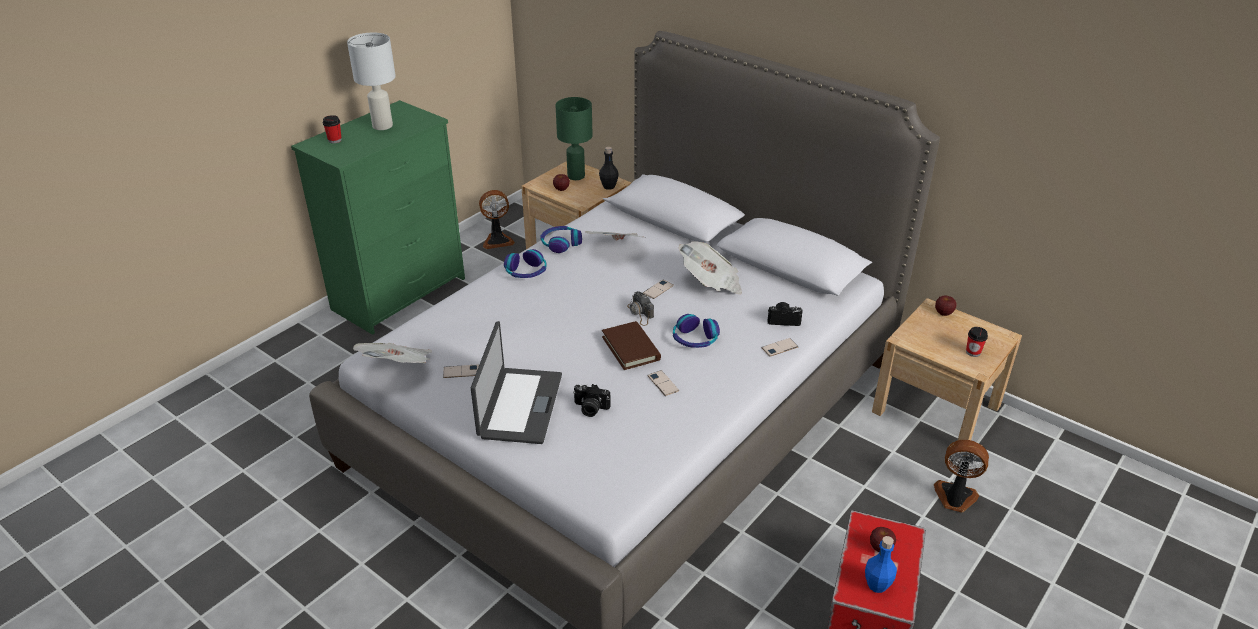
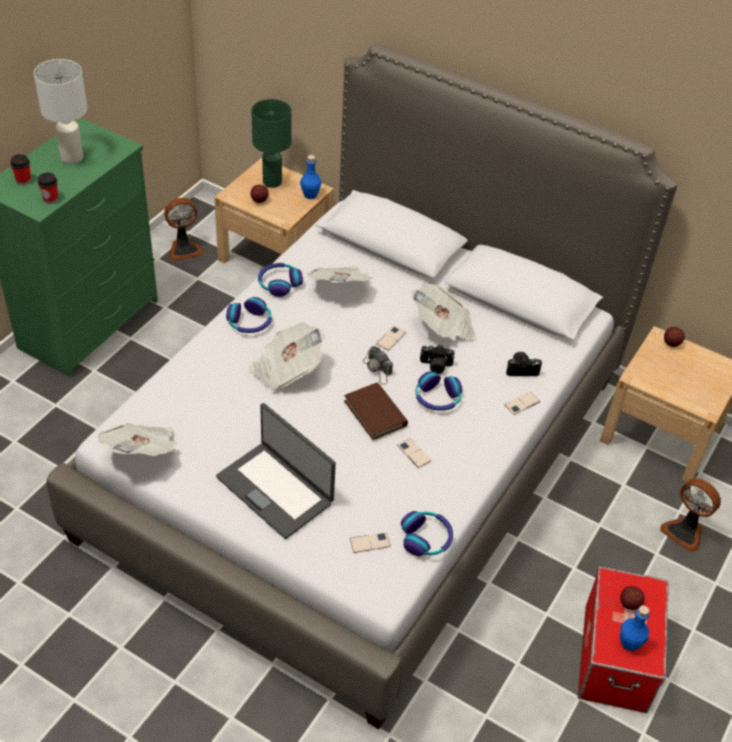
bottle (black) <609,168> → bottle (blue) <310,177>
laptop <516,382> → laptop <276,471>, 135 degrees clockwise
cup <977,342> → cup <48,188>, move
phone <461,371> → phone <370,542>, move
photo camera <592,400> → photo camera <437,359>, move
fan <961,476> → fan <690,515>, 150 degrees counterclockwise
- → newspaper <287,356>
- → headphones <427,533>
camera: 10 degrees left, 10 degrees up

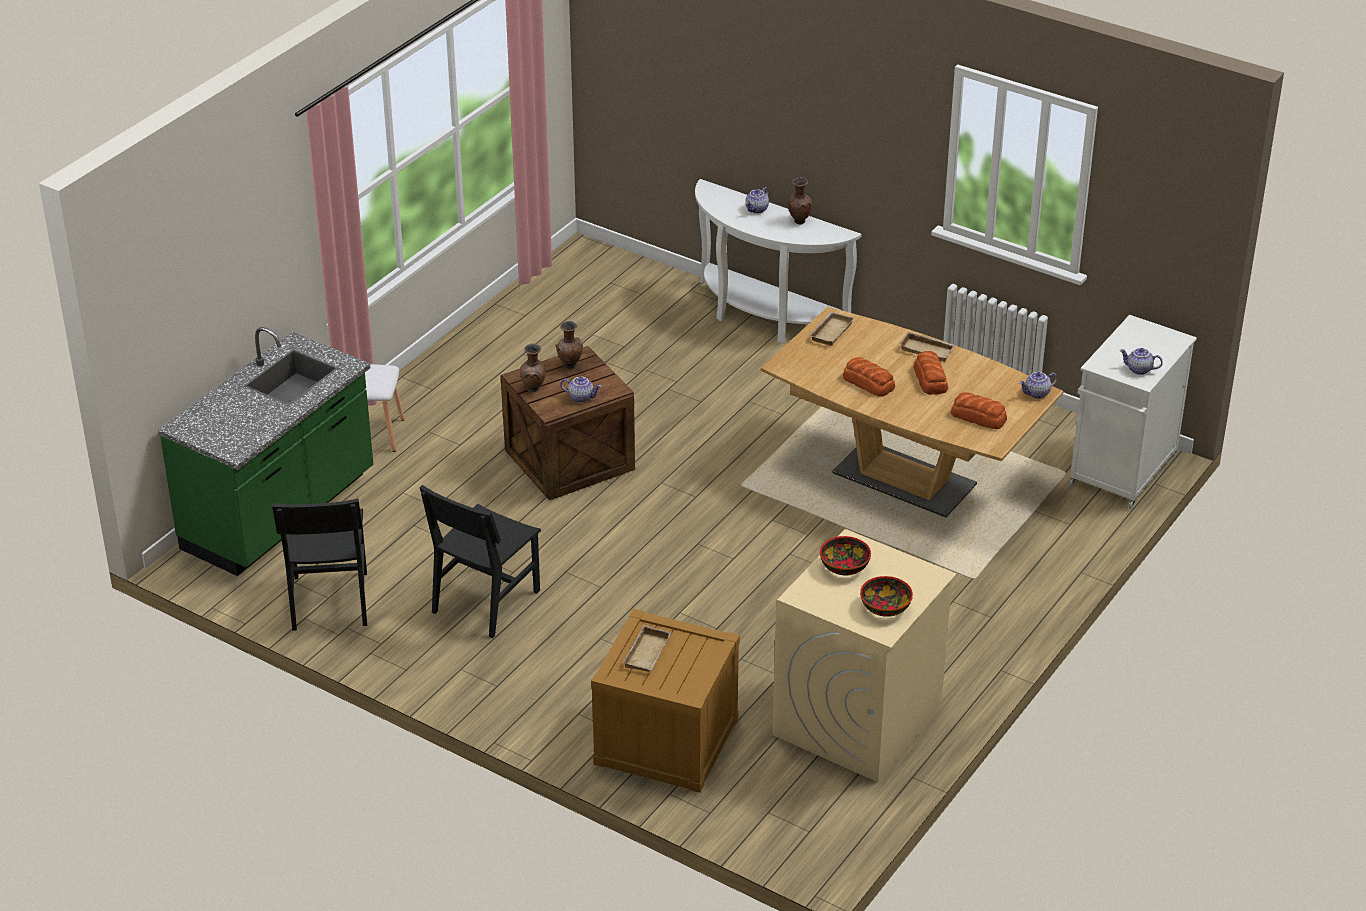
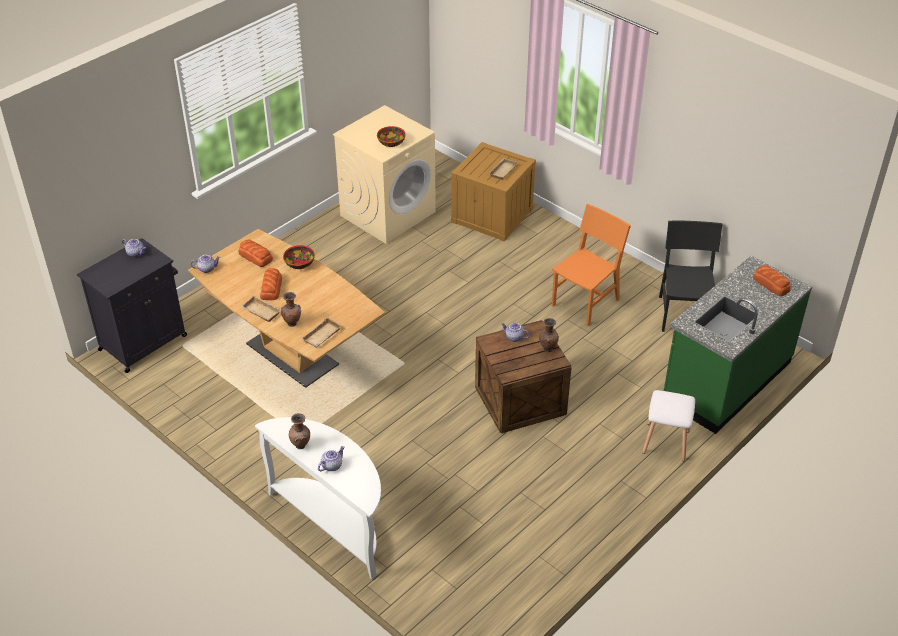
cabinet (white) <1133,412> → cabinet (black) <132,305>
vase (brown) <569,345> → vase (brown) <291,309>, move
bread <869,377> → bread <772,280>, move
chair (black) <480,561> → chair (orange) <591,265>
bowl <886,596> → bowl <299,257>, move
camera: 170 degrees left, 5 degrees up

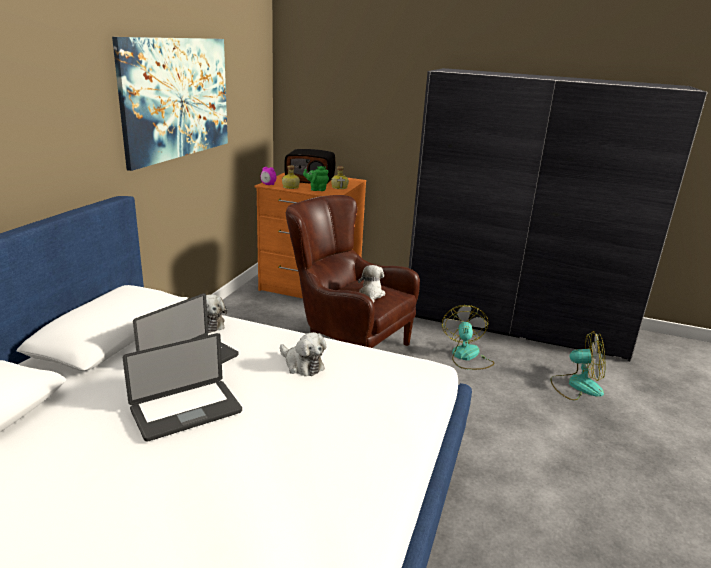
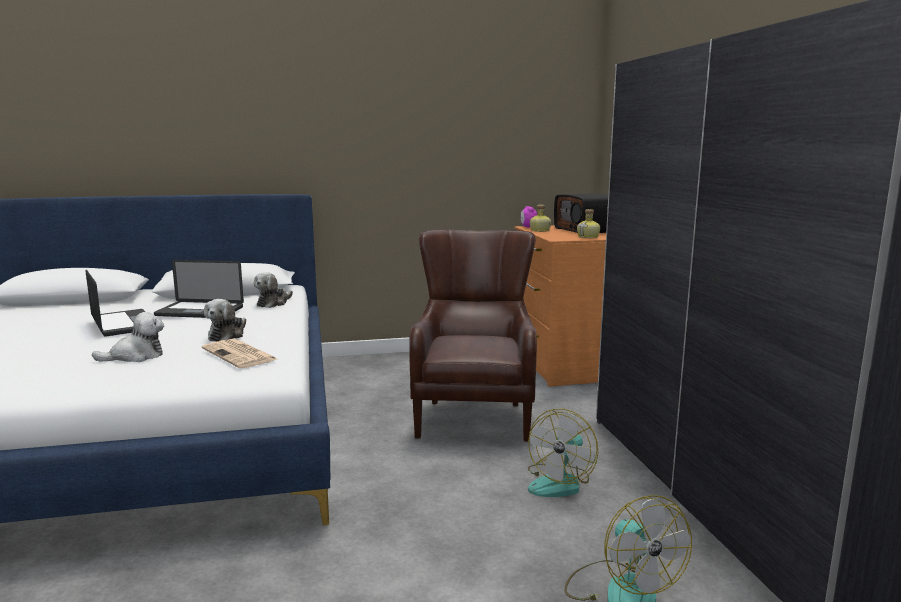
picture <170,104> → -
teapot (green) <316,178> → -
plush toy <371,284> → plush toy <128,337>, move
fan <468,337> → fan <563,453>, 150 degrees clockwise
laptop <182,387> → laptop <115,303>, 150 degrees counterclockwise
- → newspaper <240,353>
camera: 60 degrees right, 10 degrees down

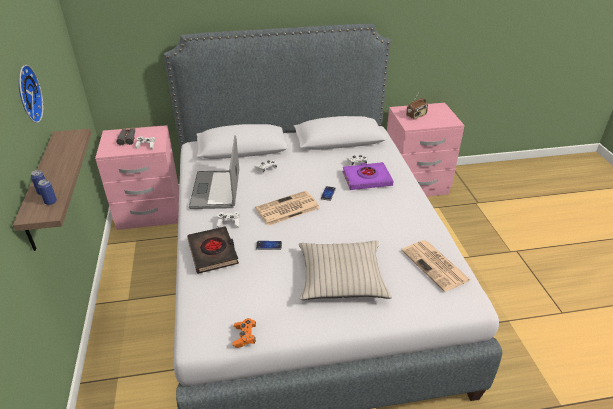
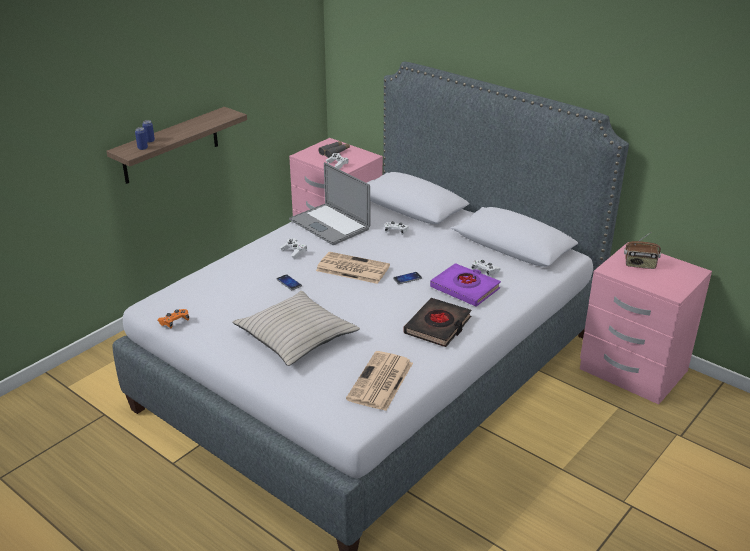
wall clock <31,94> → -
laptop <214,172> → laptop <329,203>, 90 degrees counterclockwise
book (black) <213,250> → book (black) <437,322>, move
camera: 50 degrees right, 5 degrees down

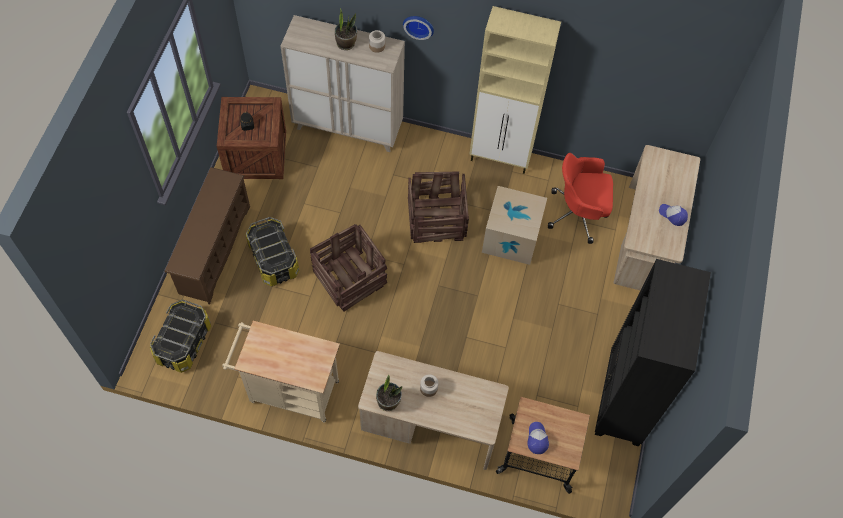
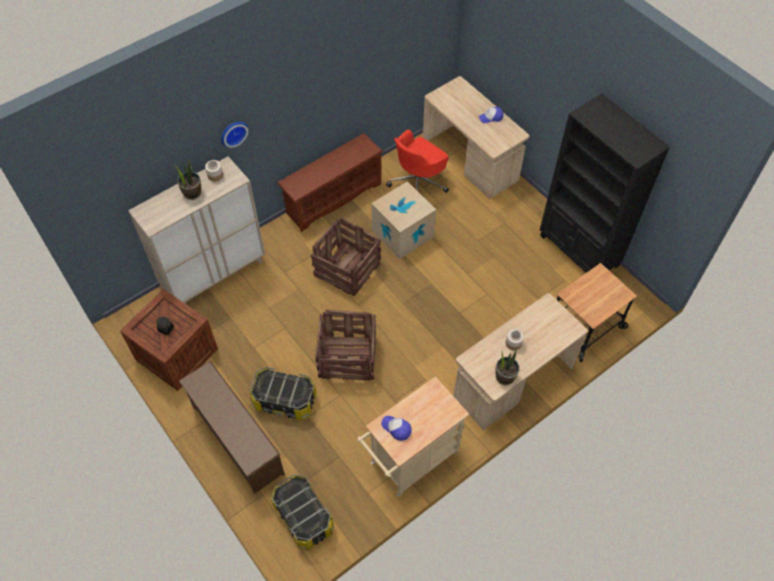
cabinet (beige) <515,90> → shoe rack (brown) <330,182>
cap <538,438> → cap <396,428>, move
camera: 50 degrees left, 5 degrees down

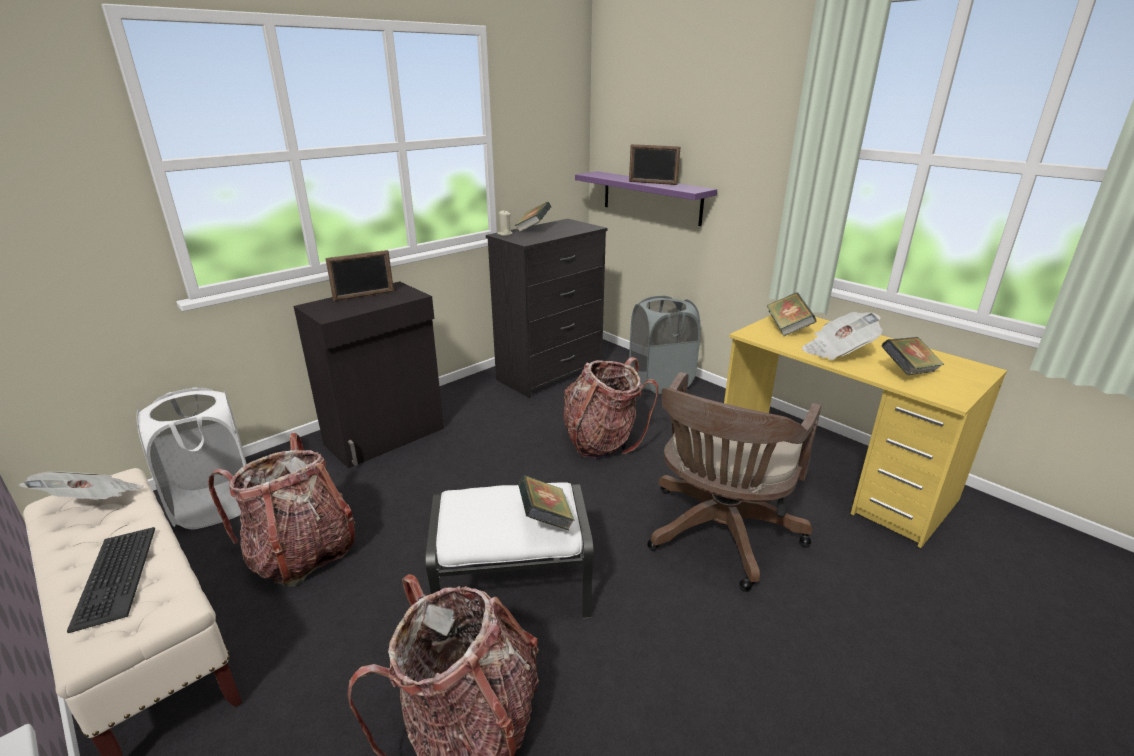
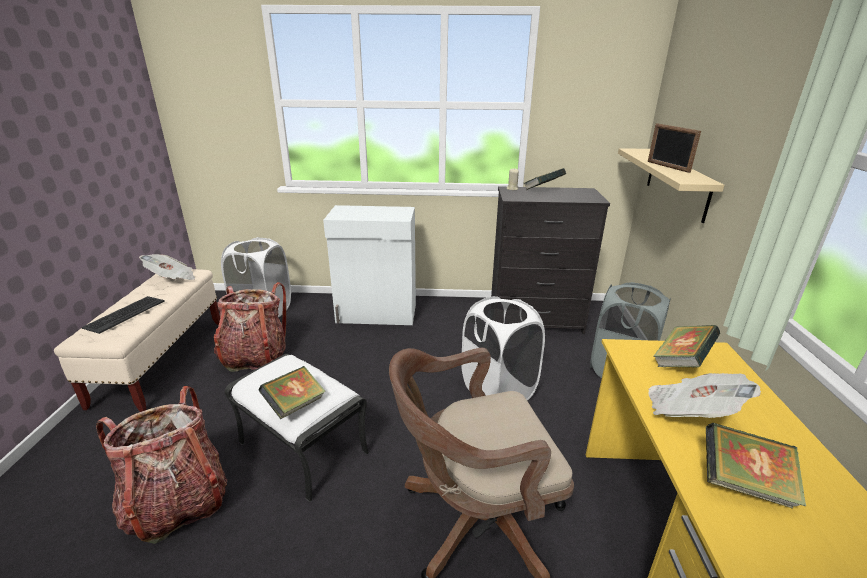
shelf (purple) <646,198> → shelf (beige) <671,185>
picture frame <359,275> → -
cabinet (black) <369,374> → cabinet (white) <369,265>
backpack <610,408> → laundry basket (white) <503,348>
camera: 45 degrees right, 0 degrees up

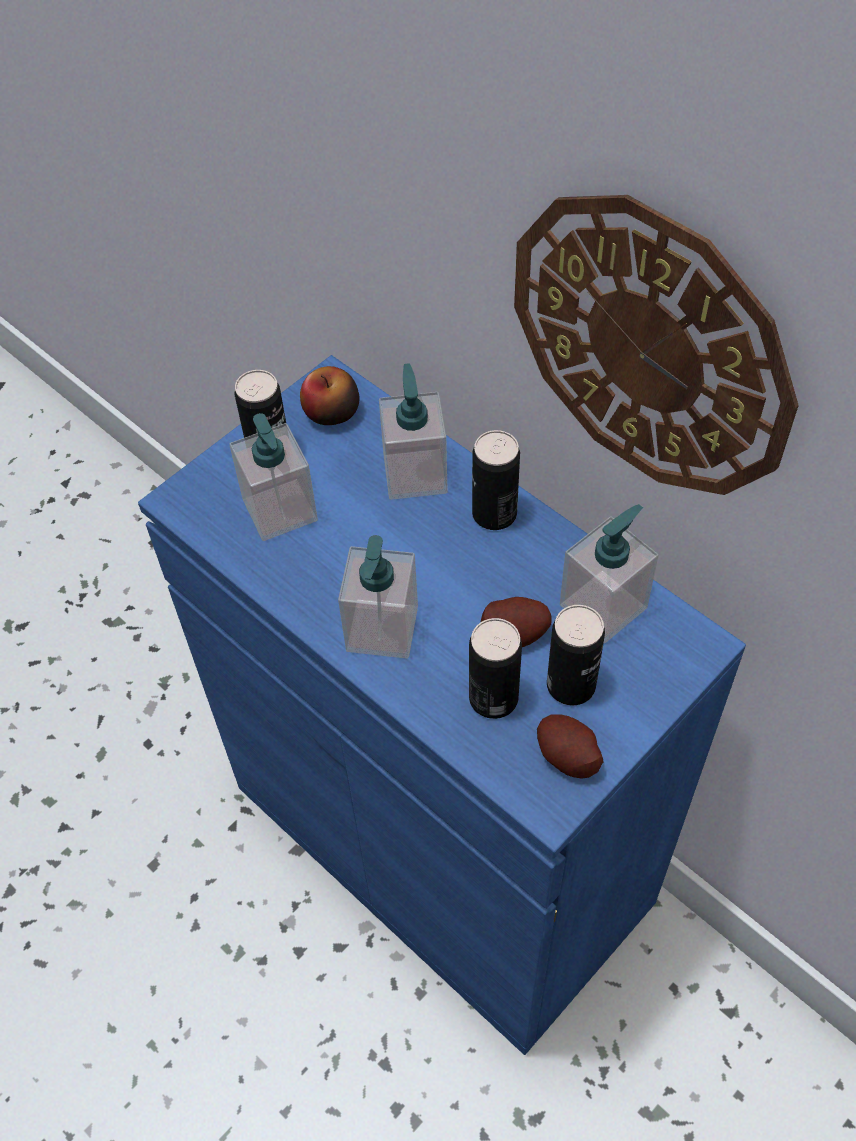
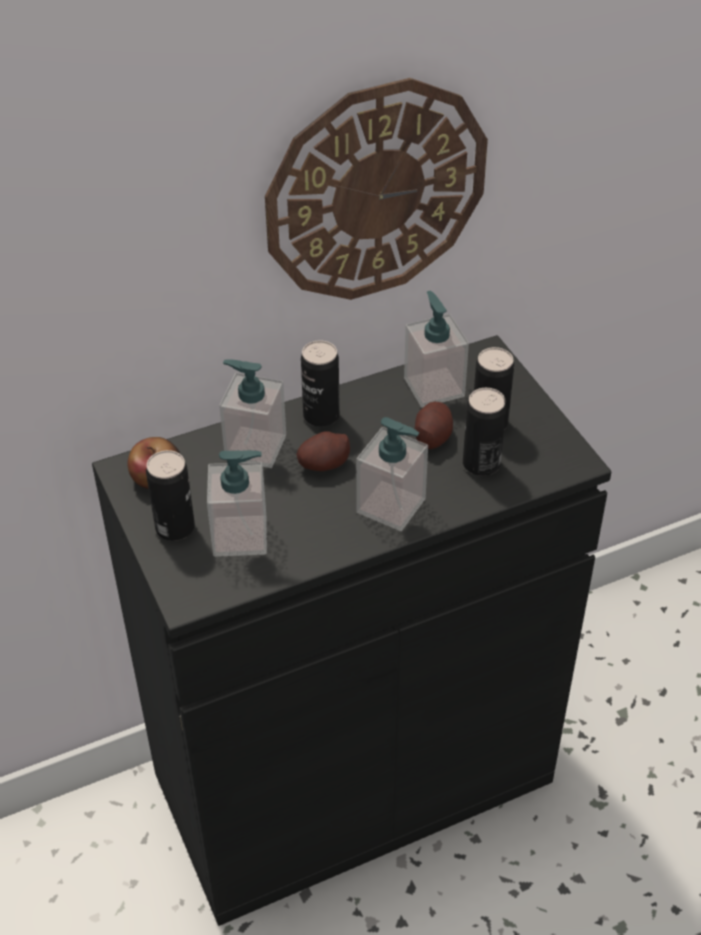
cabinet (blue) <442,705> → cabinet (black) <351,630>
potato <570,746> → potato <323,451>, move
camera: 70 degrees left, 10 degrees down

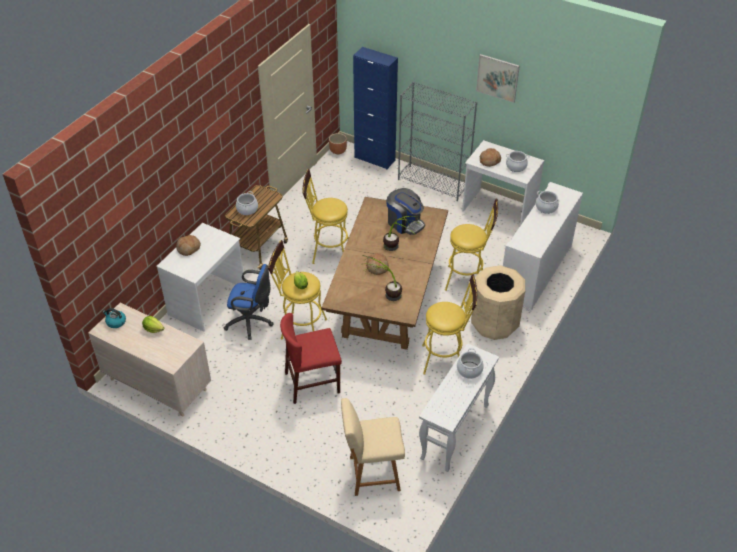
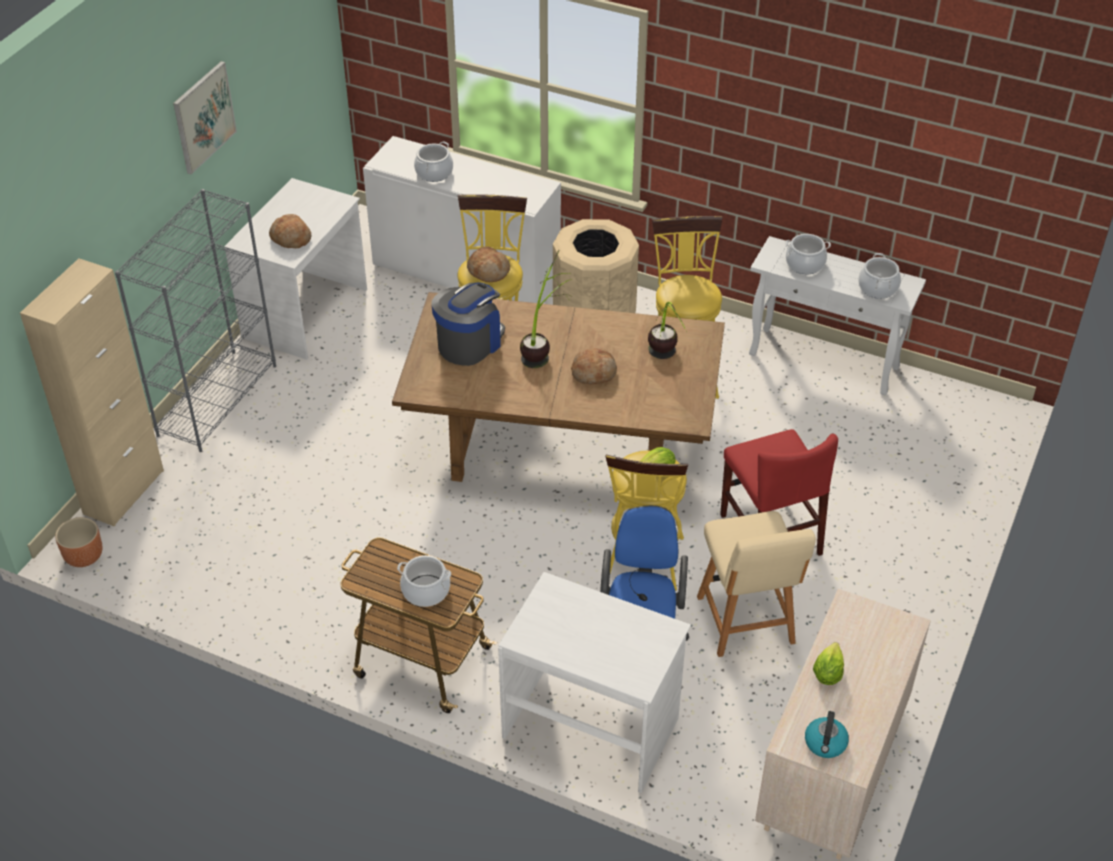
cabinet (blue) <375,108> → cabinet (beige) <92,392>
cooking pot <518,161> → cooking pot <879,276>, move
stool (yellow) <326,216> → -
bread <188,245> → bread <488,264>, move
chair (beige) <373,447> → chair (beige) <756,584>, move
camera: 95 degrees left, 0 degrees up

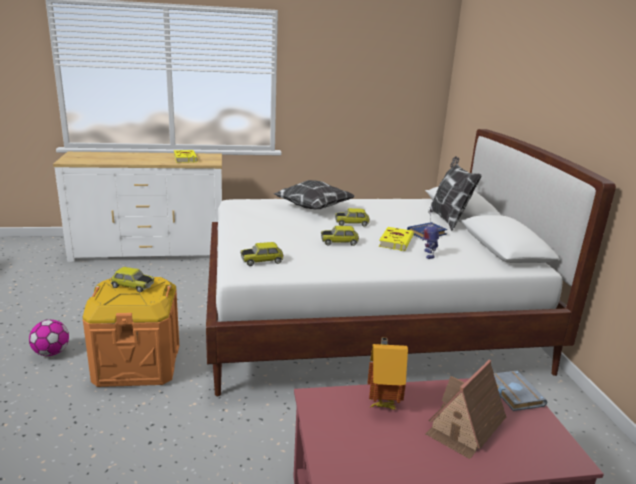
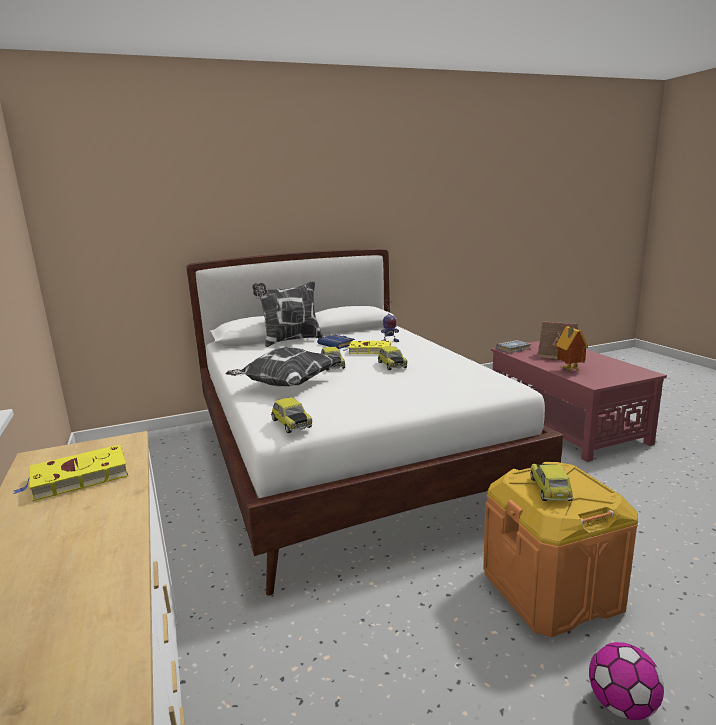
toy car <261,254> → toy car <292,415>, move
camera: 100 degrees left, 5 degrees down

